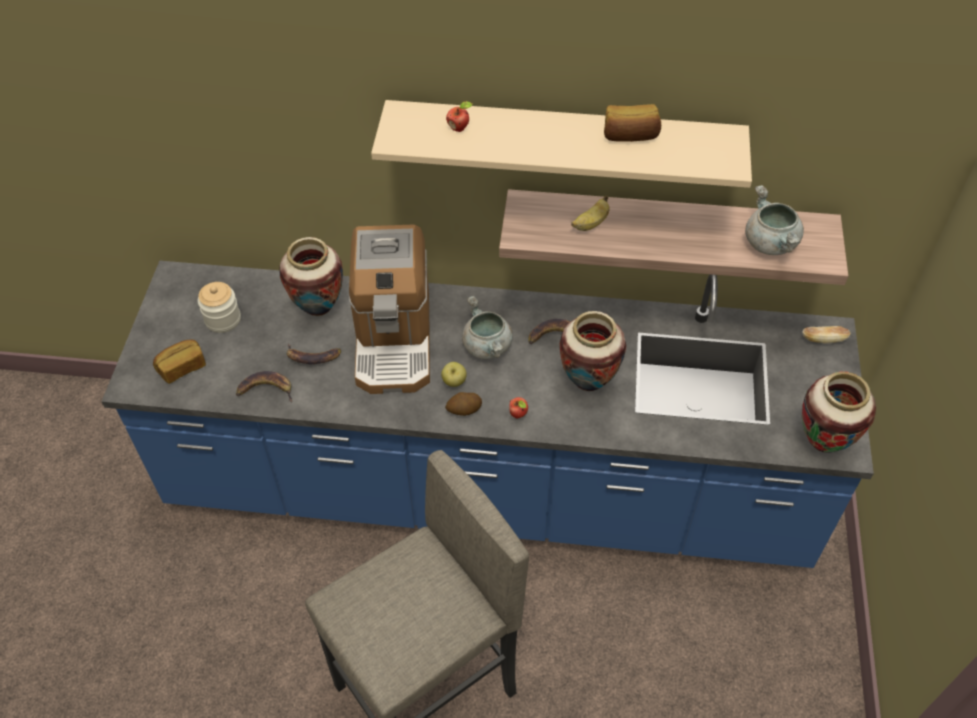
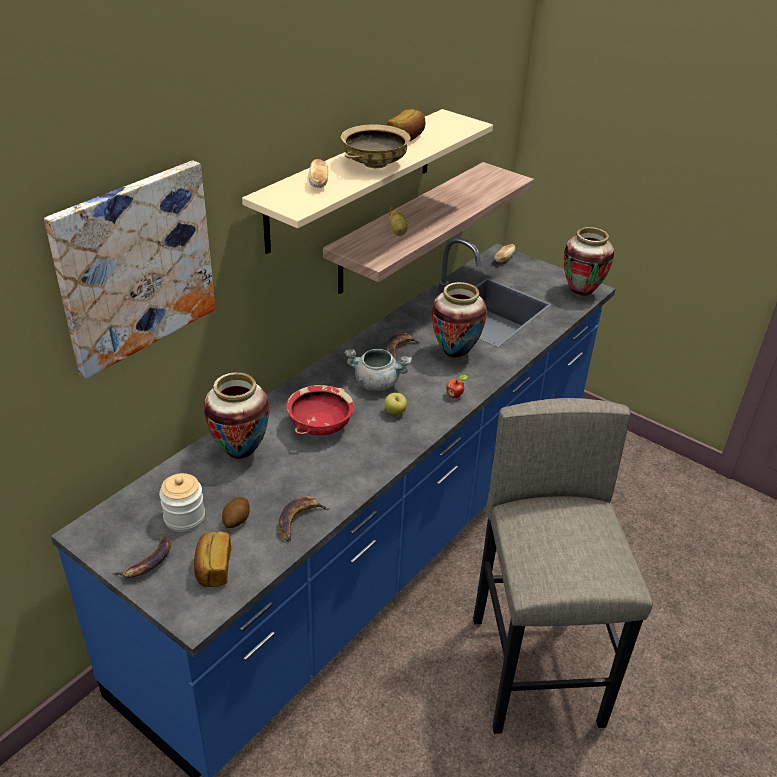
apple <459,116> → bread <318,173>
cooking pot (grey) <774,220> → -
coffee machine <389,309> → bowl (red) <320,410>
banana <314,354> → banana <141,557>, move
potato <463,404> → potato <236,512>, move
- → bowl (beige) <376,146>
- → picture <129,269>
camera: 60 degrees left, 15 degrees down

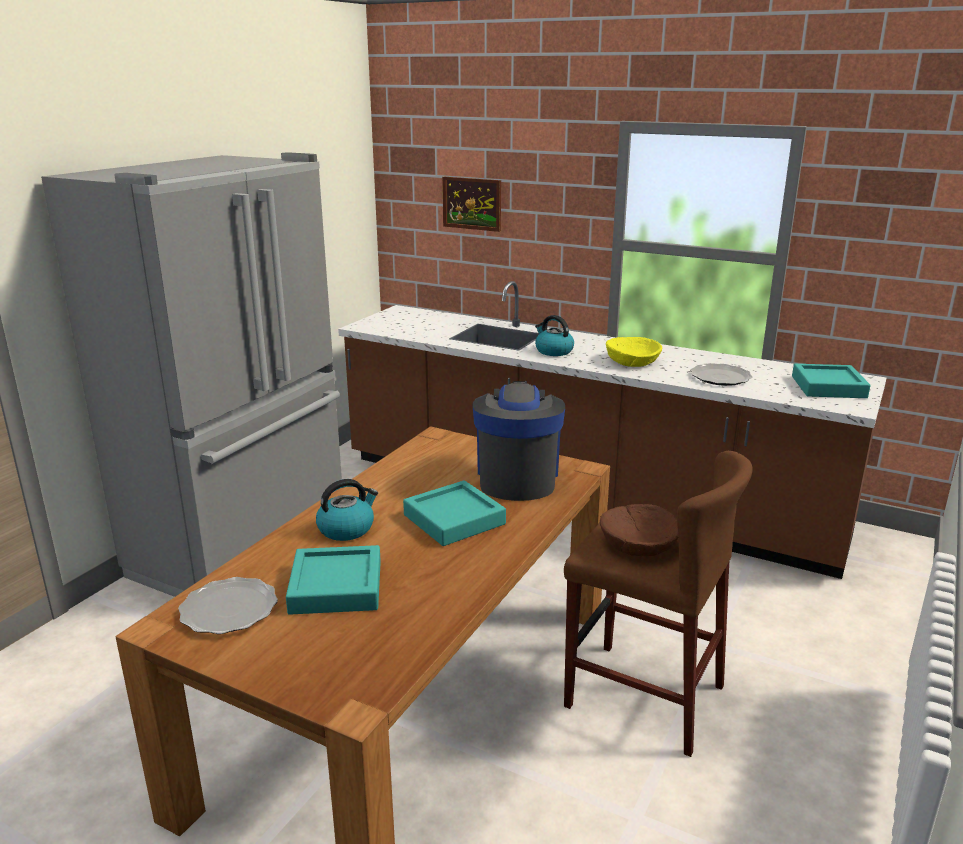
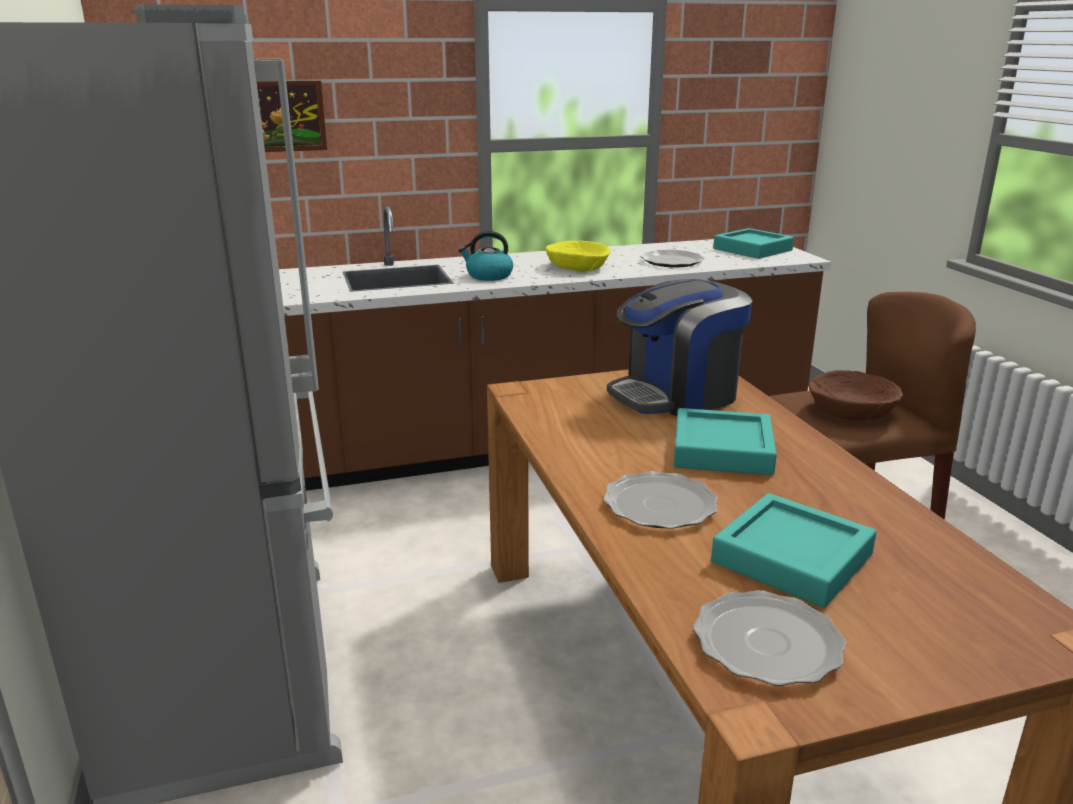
coffee machine <519,441> → coffee machine <679,347>, 75 degrees counterclockwise
kettle <347,510> → plate <660,500>
camera: 45 degrees left, 0 degrees up

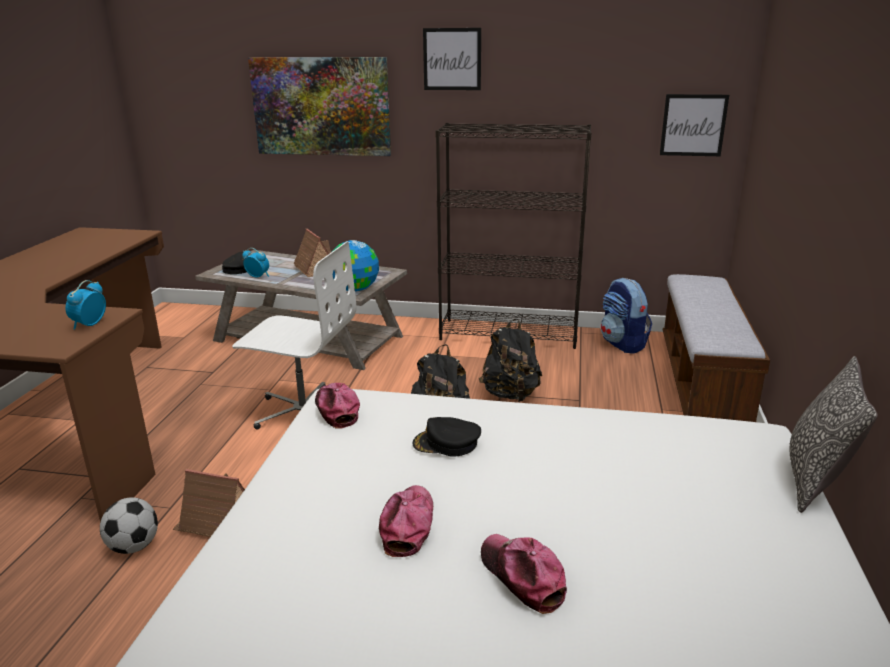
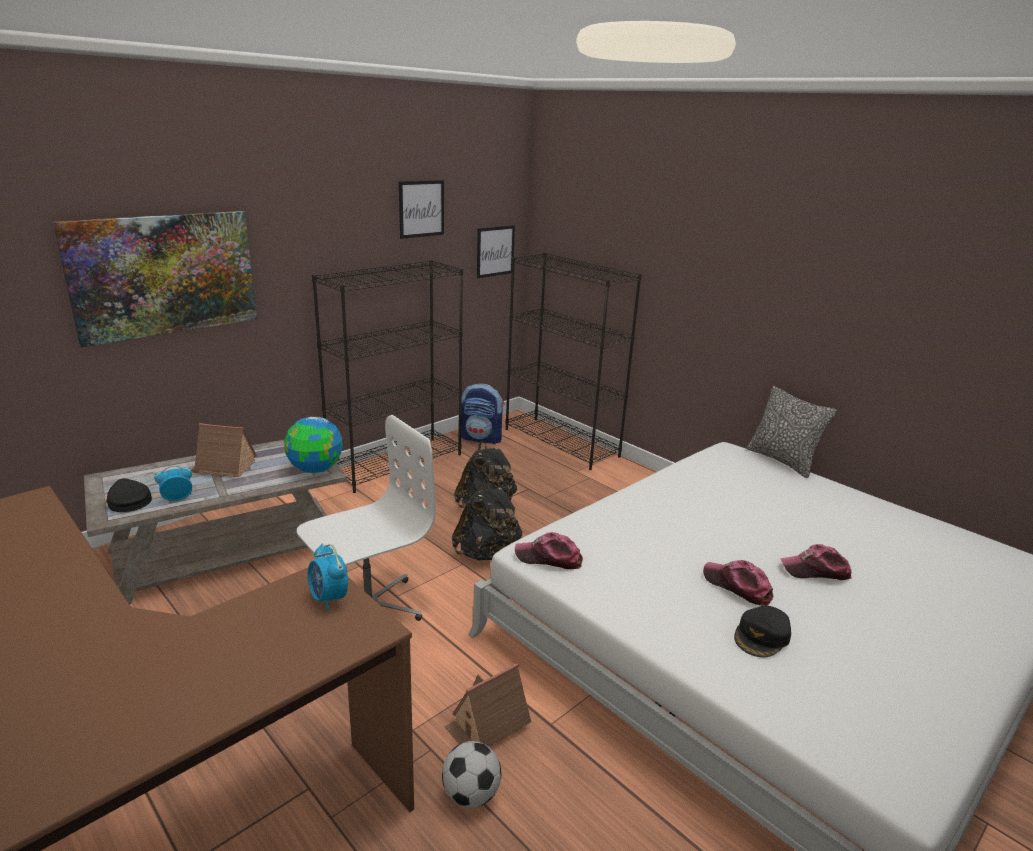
picture <452,59> → picture <421,209>, move
bench <716,348> → bookcase (black) <573,361>
cap (black) <447,437> → cap (black) <762,631>, move
camera: 55 degrees left, 0 degrees up

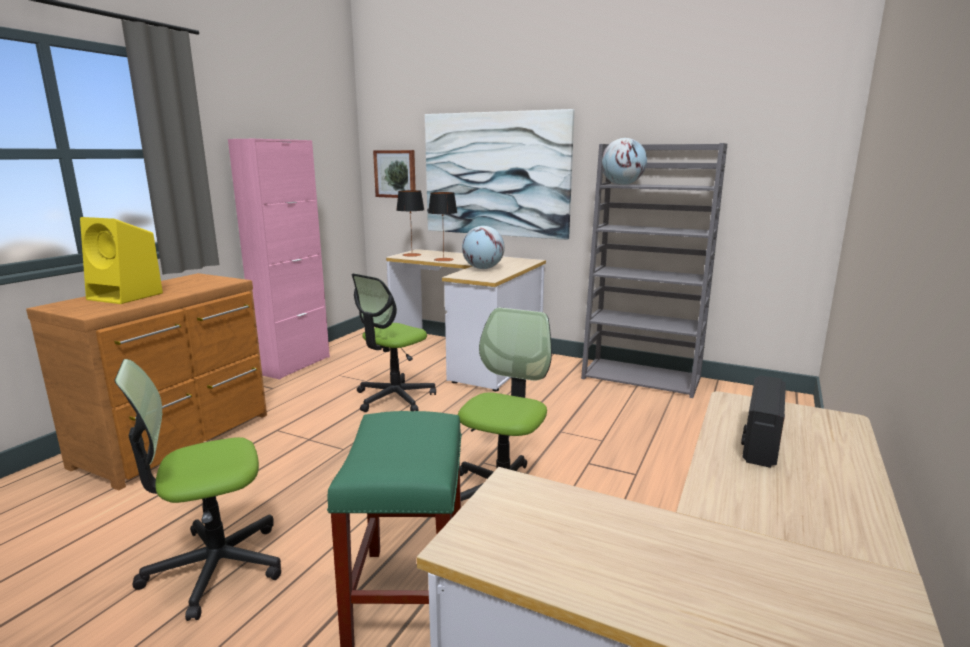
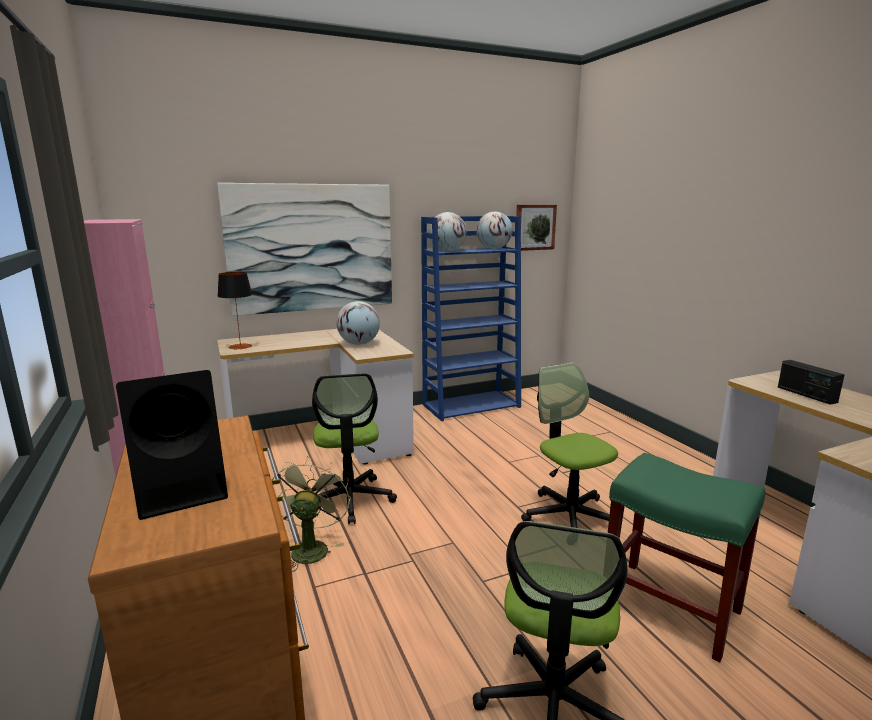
bookcase (grey) <654,270> → bookcase (blue) <471,318>
picture <394,174> → picture <536,228>, move
table lamp <443,226> → -
speaker (yellow) <121,260> → speaker (black) <172,445>
- → globe <494,230>
- → fan (green) <311,513>
camera: 50 degrees left, 0 degrees up

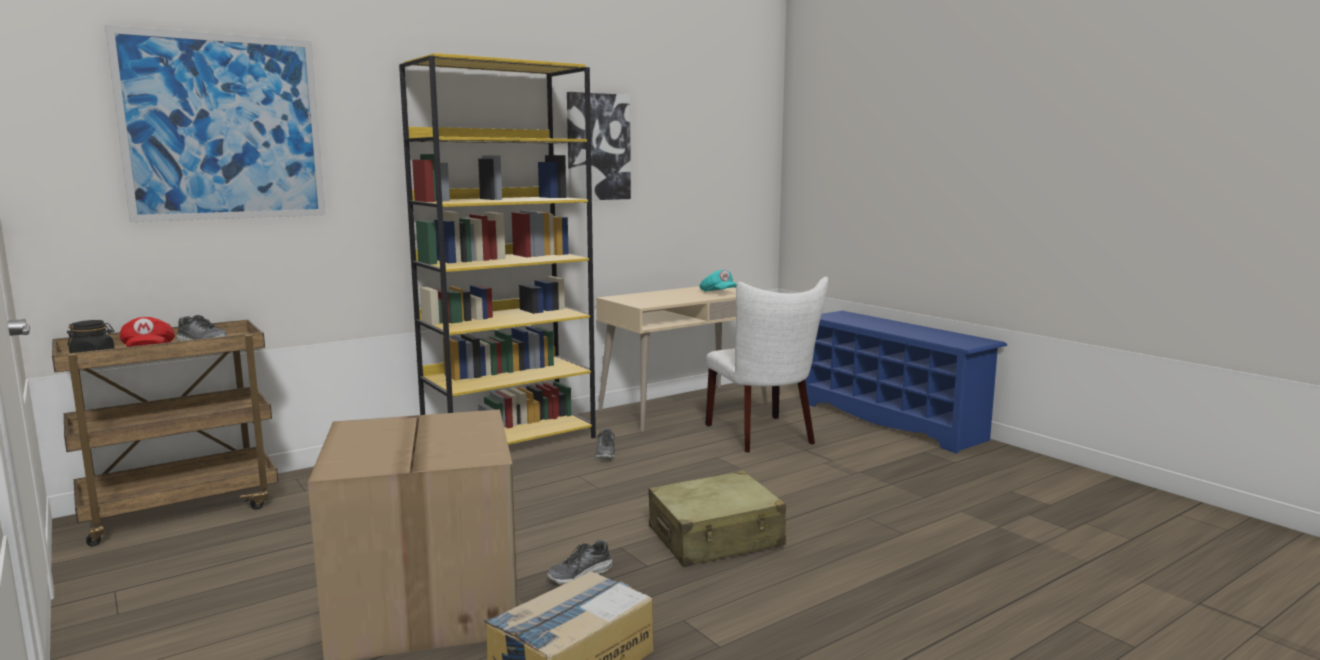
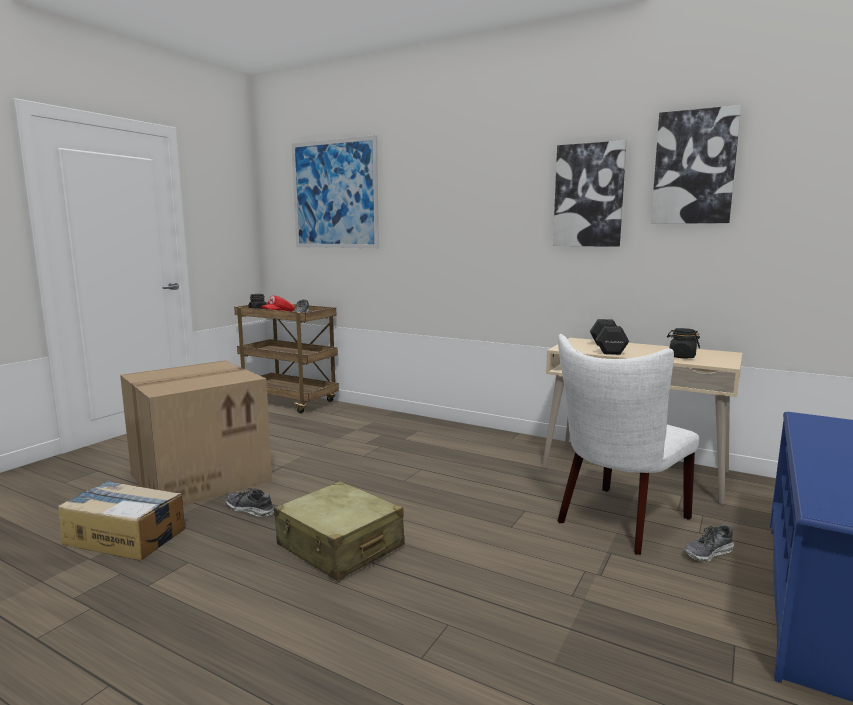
bookcase (yellow) <497,249> → -
cap (turquoise) <718,281> → jar (black) <683,343>
shoe <605,444> → shoe <709,543>, move
- → picture <696,164>
- → dumbbell (black) <609,337>
camera: 65 degrees right, 0 degrees up

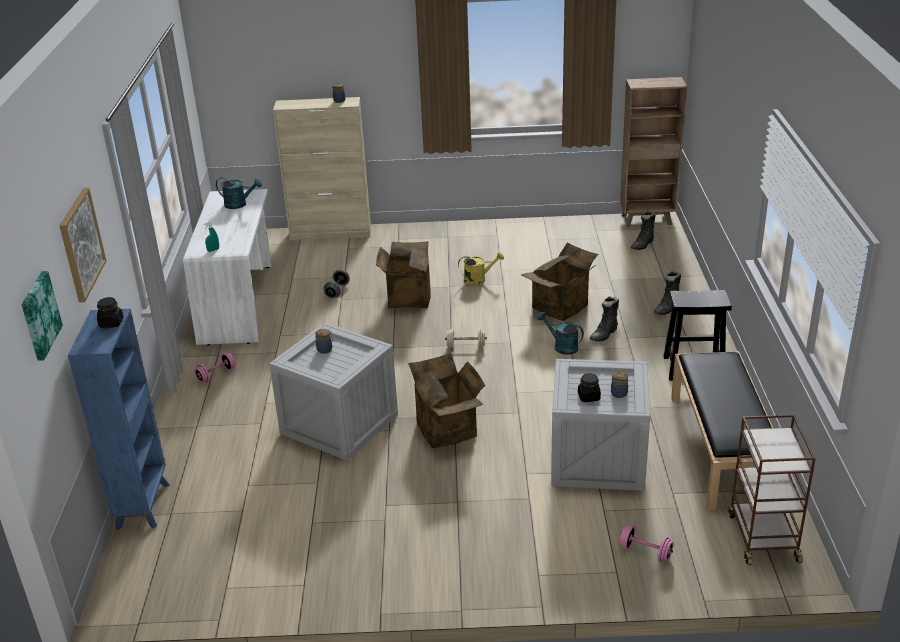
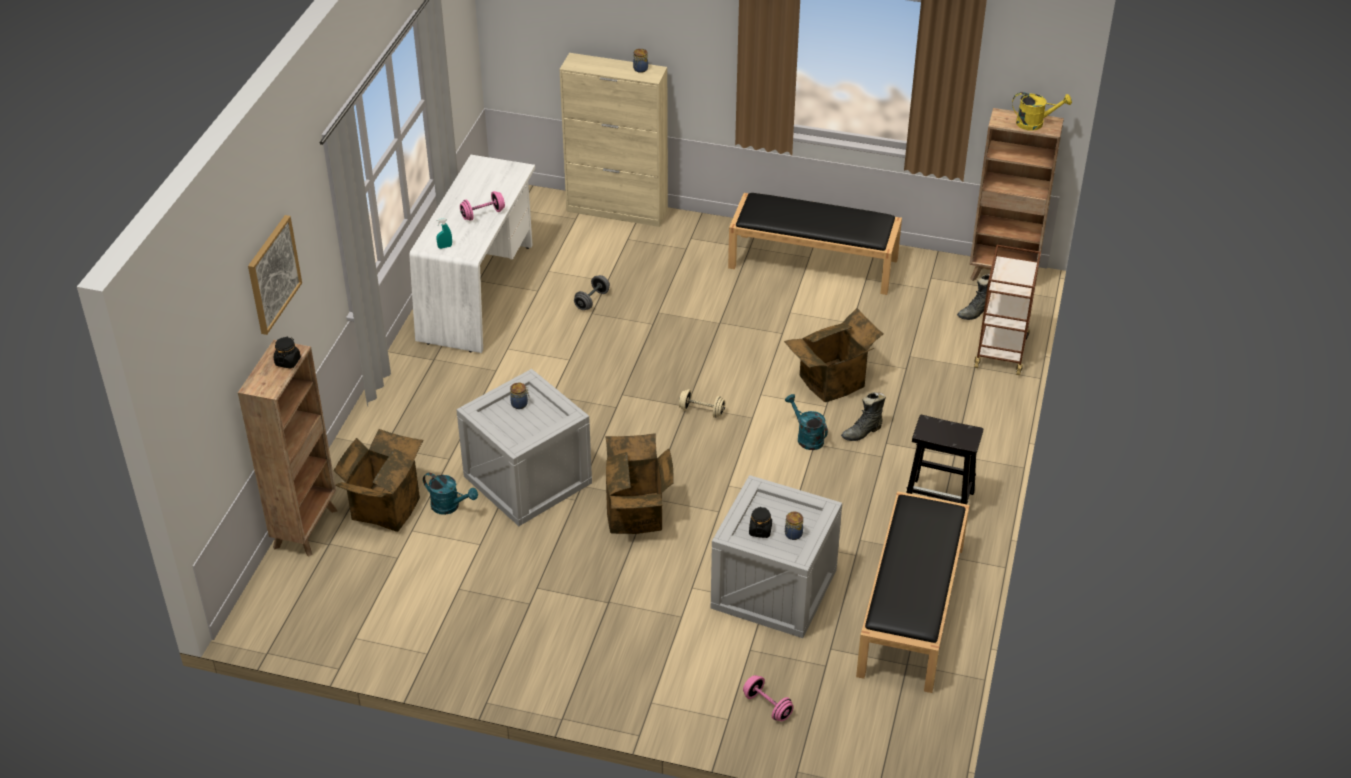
watering can (turquoise) <239,193> → watering can (turquoise) <450,494>, move
cardboard box <403,274> → cardboard box <378,480>, move
watering can (yellow) <481,269> → watering can (yellow) <1042,111>, move
picture <42,316> → -
boot (black) <667,293> → -
bookcase (blue) <119,419> → bookcase (brown) <287,448>
dumbbell (pink) <215,367> → dumbbell (pink) <482,206>, move
cart (brown) <772,489> → cart (brown) <1007,310>, move
- → bench (black) <815,244>
camera: 15 degrees right, 10 degrees up

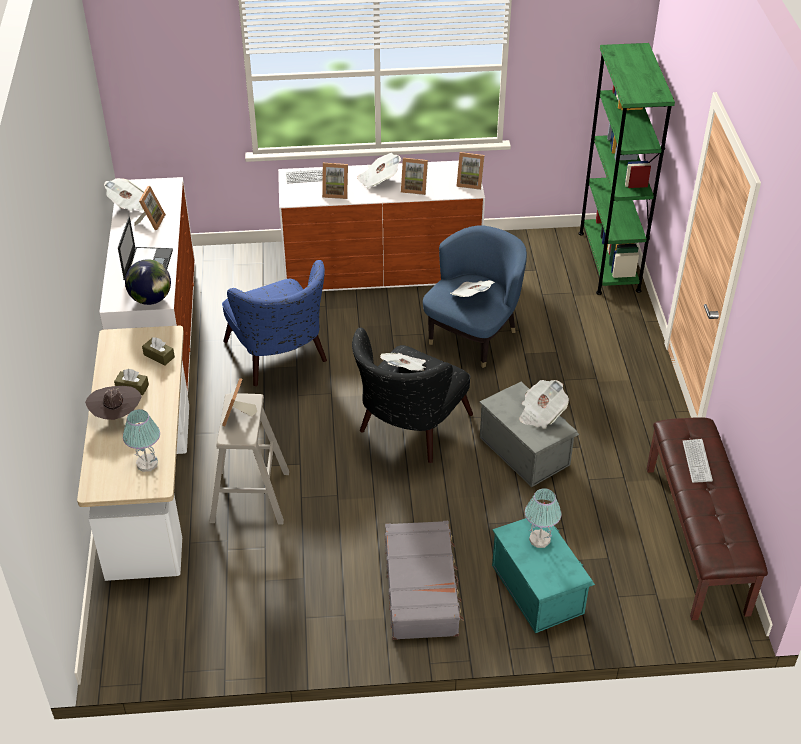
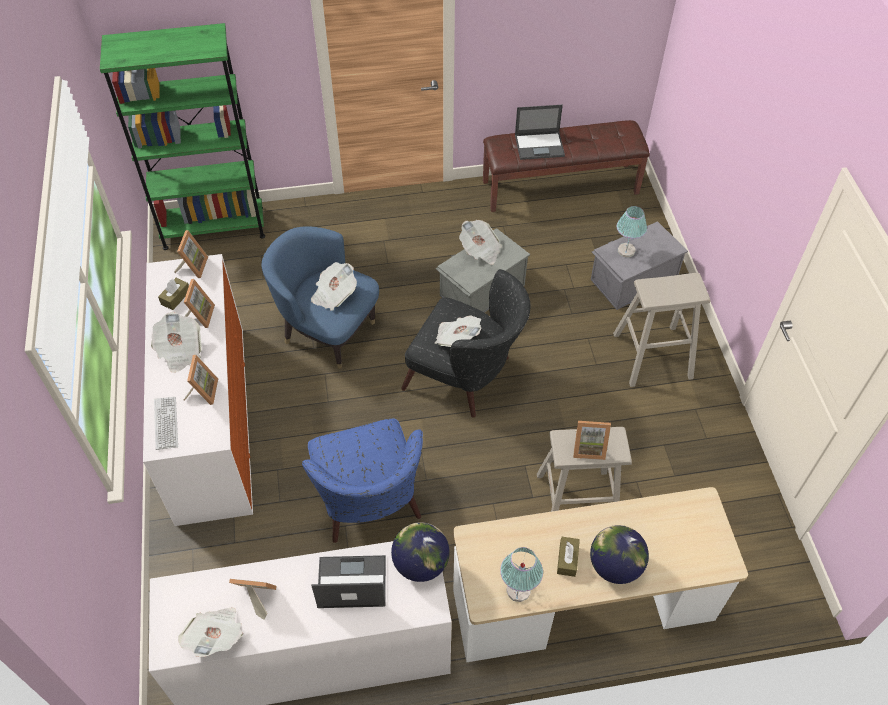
armchair (blue) <274,323> → armchair (blue) <362,480>, 105 degrees clockwise
tissue box (brown) <158,351> → tissue box (brown) <173,294>, move
hat (brown) <113,403> → globe <619,554>
table lamp <141,440> → table lamp <521,574>, move
keyboard <698,461> → laptop <540,132>
storage box (turquoise) <543,575> → storage box (grey) <639,265>
suitcase (grey) <424,580> → stool (beige) <661,330>
camera: 95 degrees left, 10 degrees up

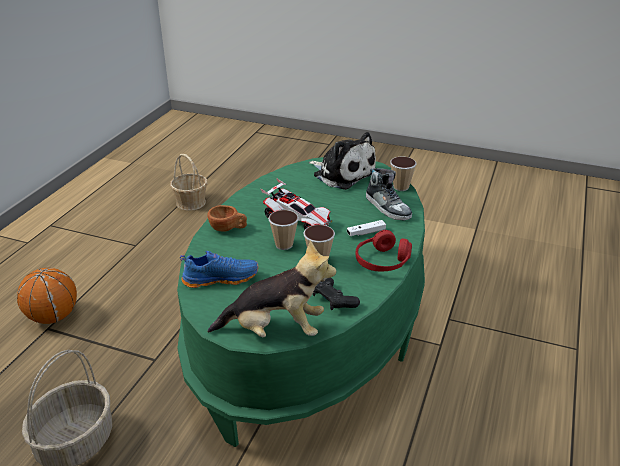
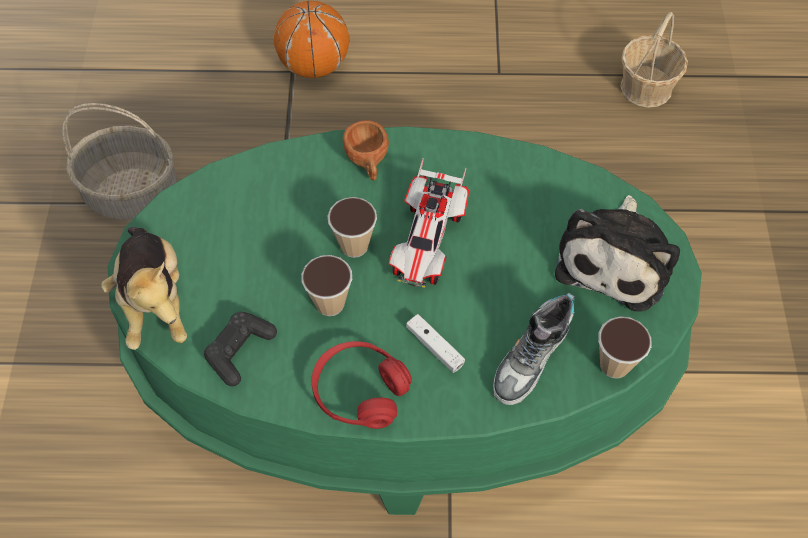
shoe (blue) <219,269> → -
camera: 70 degrees right, 25 degrees up

